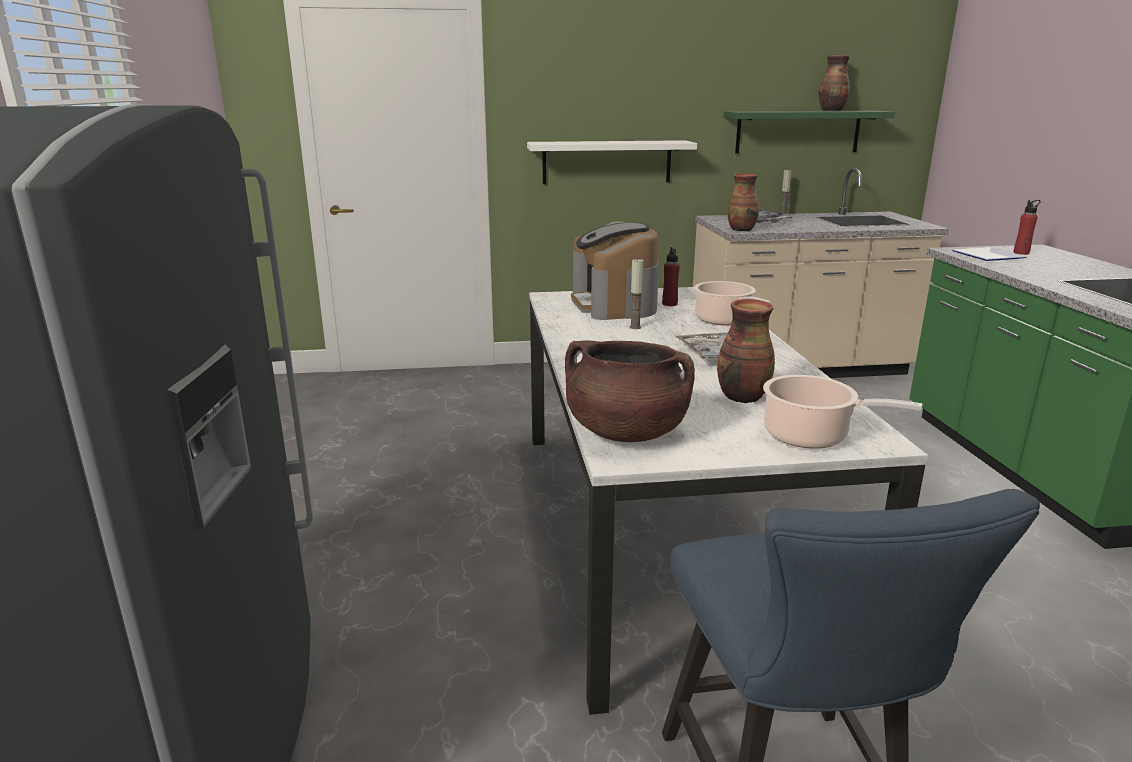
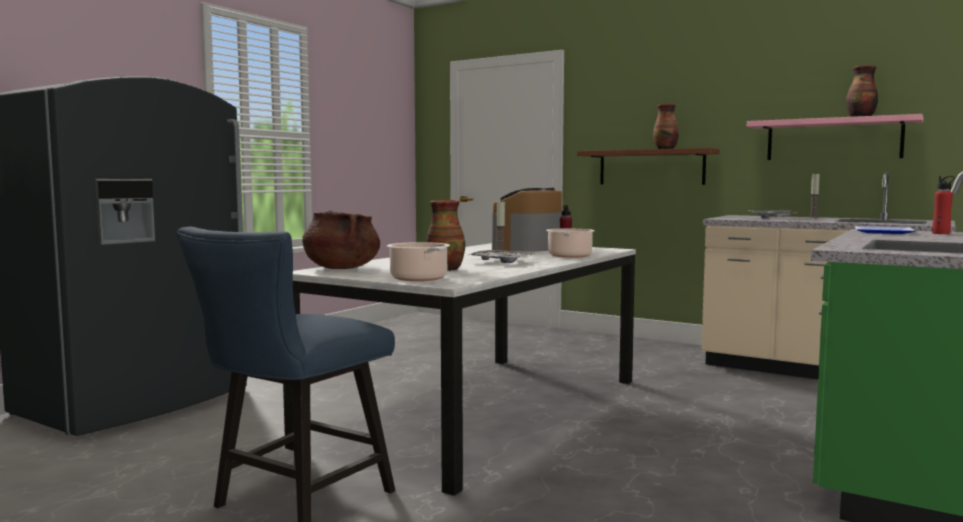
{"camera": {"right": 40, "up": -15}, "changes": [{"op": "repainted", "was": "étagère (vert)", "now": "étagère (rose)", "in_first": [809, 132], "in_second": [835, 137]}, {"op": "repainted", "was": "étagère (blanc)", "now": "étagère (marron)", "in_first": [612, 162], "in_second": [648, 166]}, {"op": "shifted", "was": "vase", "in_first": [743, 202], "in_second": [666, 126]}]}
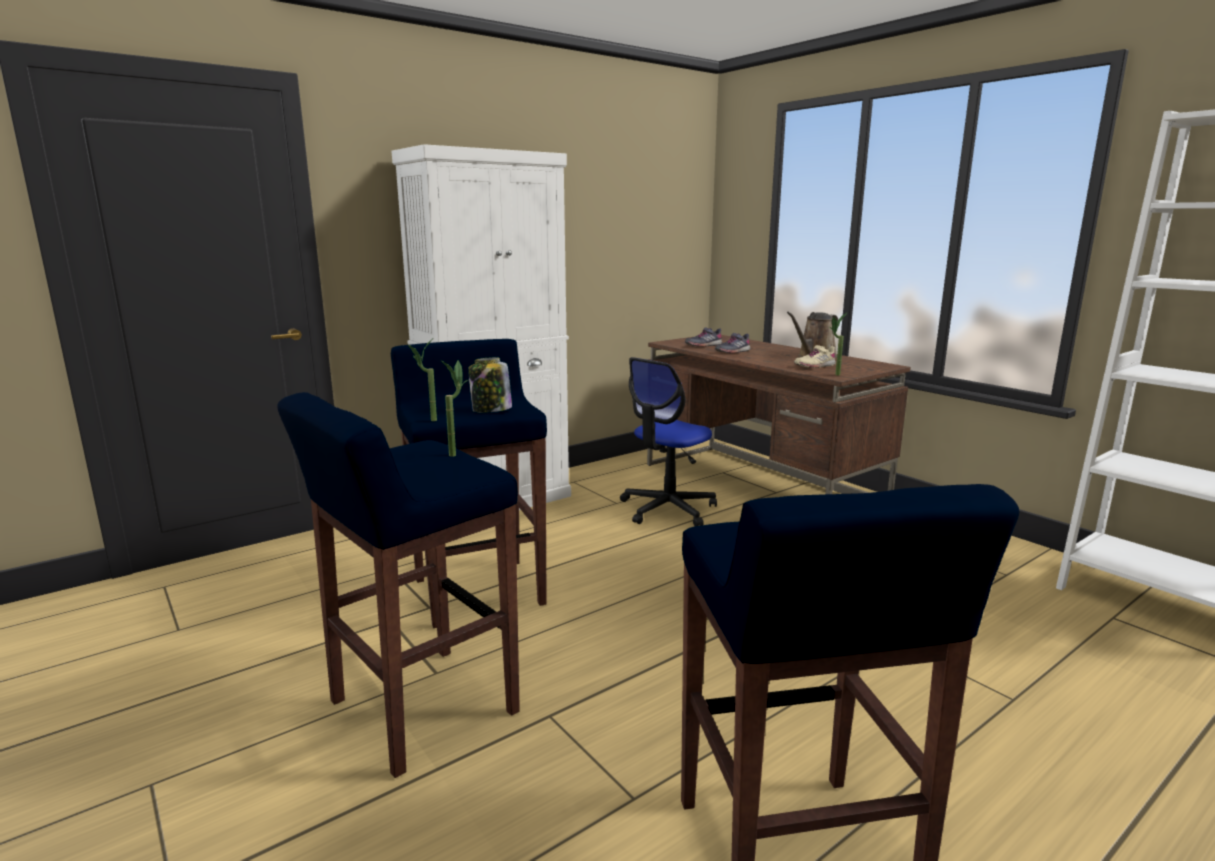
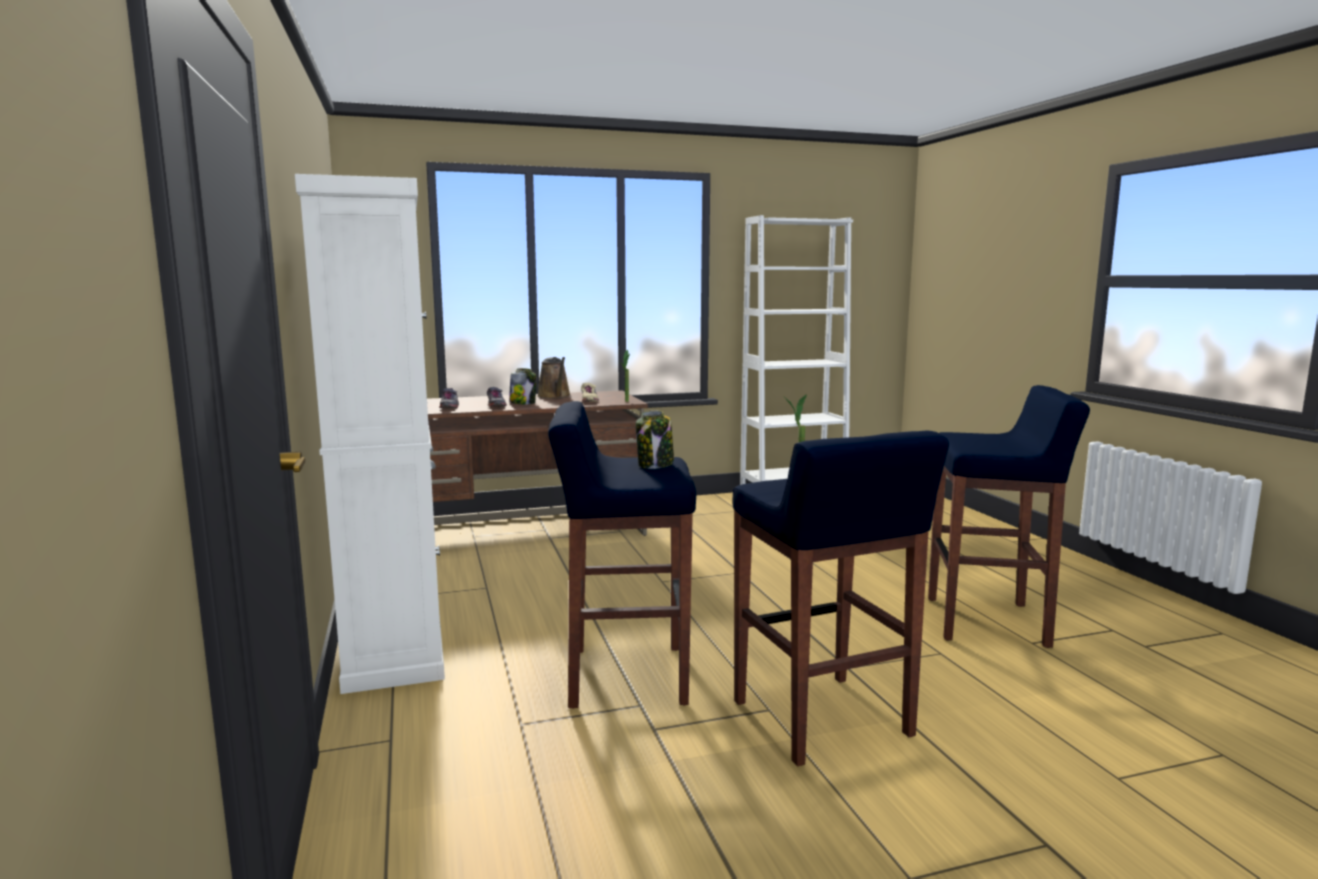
{"camera": {"right": -70, "up": -5}, "changes": [{"op": "gone", "was": "plante en pot", "in_first": [422, 380]}, {"op": "gone", "was": "chaise de bureau", "in_first": [668, 441]}, {"op": "new", "now": "bocal", "in_second": [522, 386]}]}
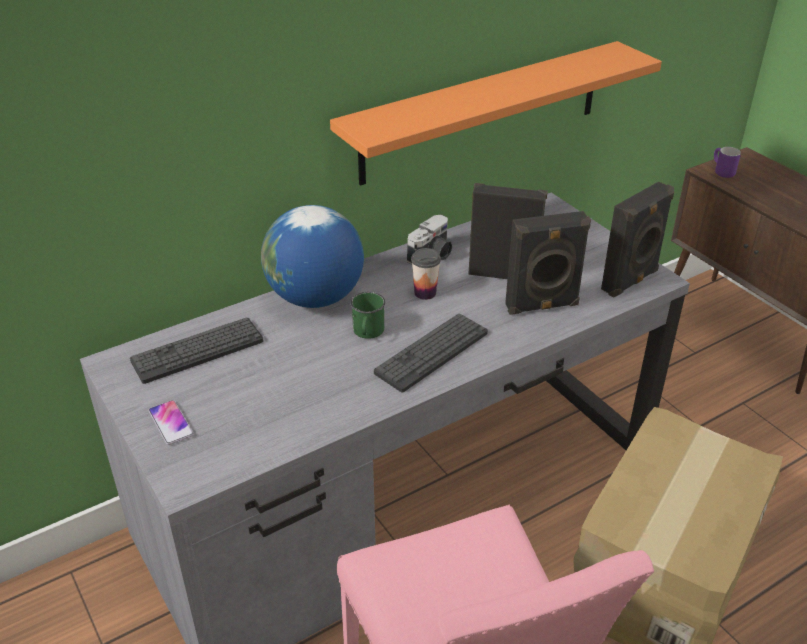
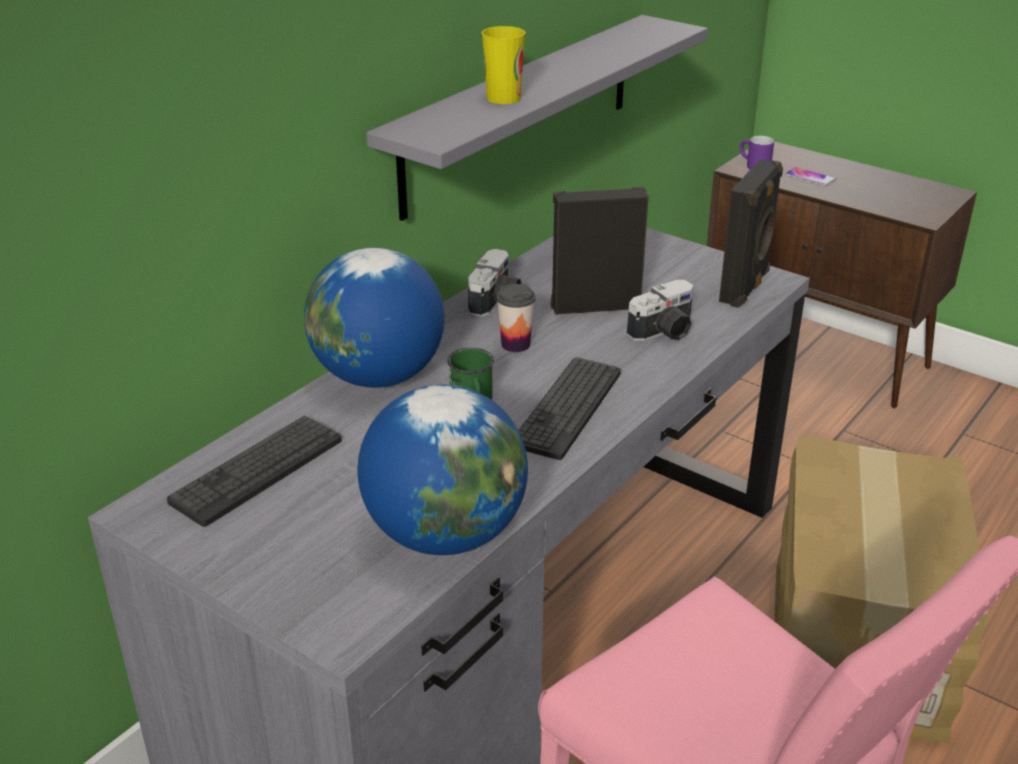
{"camera": {"right": -20, "up": -5}, "changes": [{"op": "repainted", "was": "étagère (orange)", "now": "étagère (gris)", "in_first": [496, 113], "in_second": [537, 118]}, {"op": "swapped", "was": "enceinte (noir)", "now": "appareil photo", "in_first": [548, 263], "in_second": [660, 310]}, {"op": "shifted", "was": "téléphone", "in_first": [171, 422], "in_second": [810, 176]}, {"op": "new", "now": "tasse", "in_second": [503, 65]}, {"op": "new", "now": "globe", "in_second": [442, 470]}]}
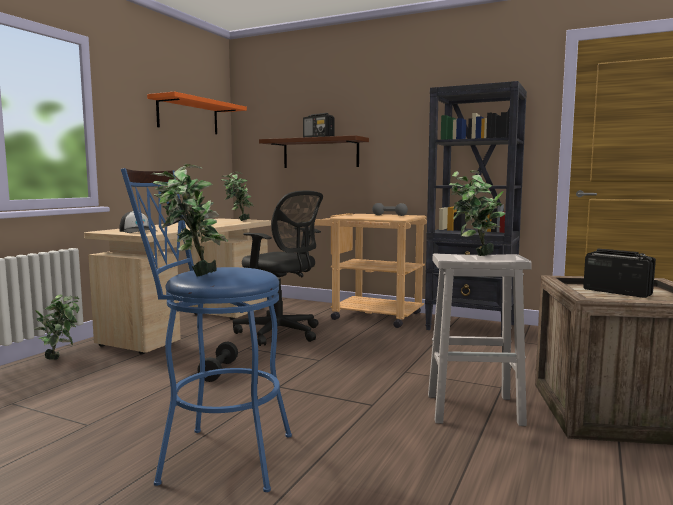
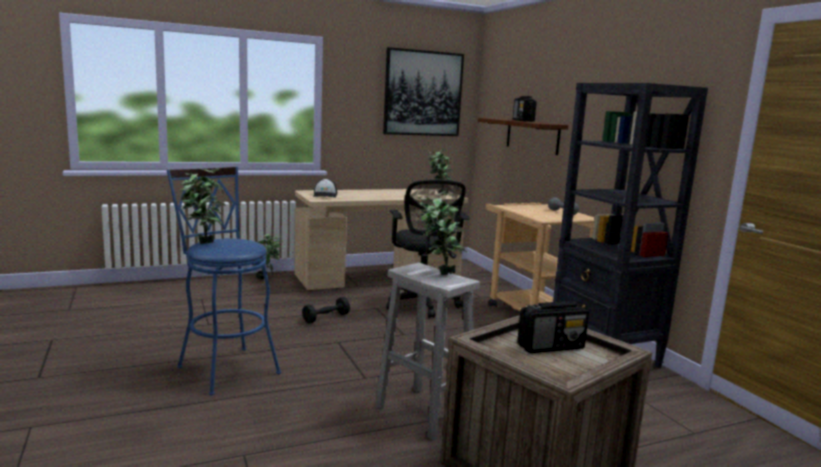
{"camera": {"right": 40, "up": 5}, "changes": [{"op": "swapped", "was": "étagère (orange)", "now": "tableau", "in_first": [197, 113], "in_second": [423, 91]}, {"op": "rotated", "was": "radio", "in_first": [619, 273], "in_second": [553, 327], "clockwise": 75}]}
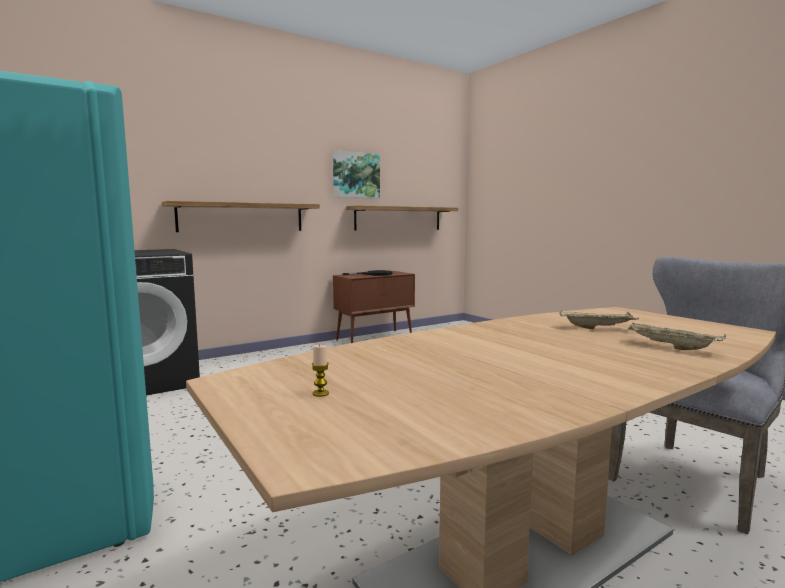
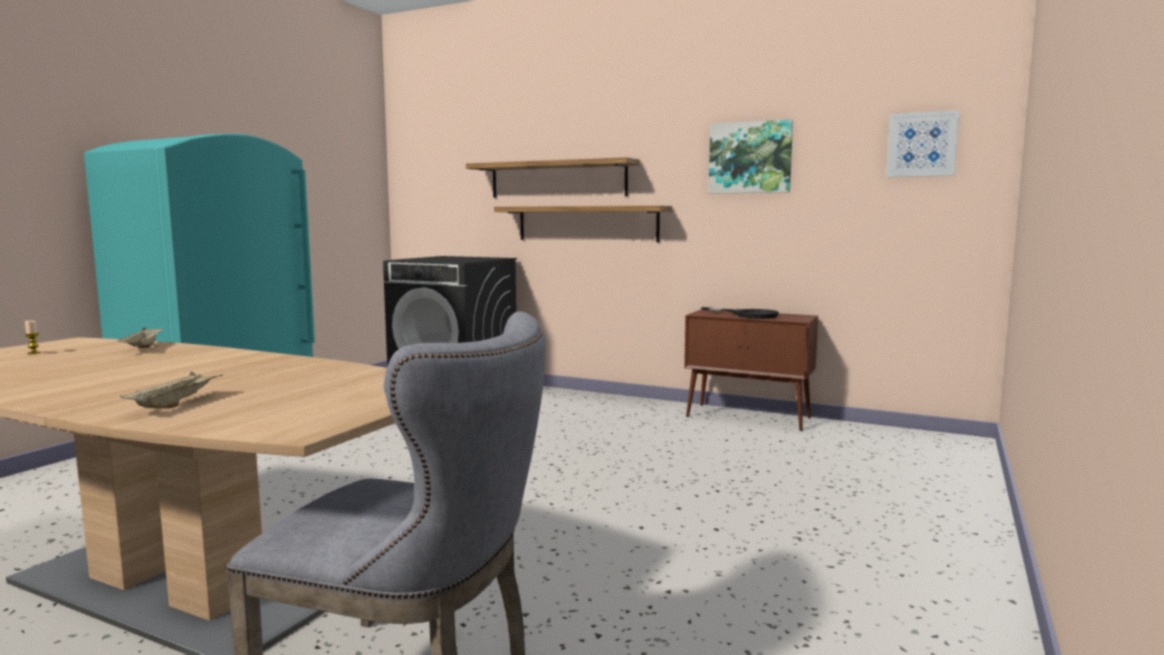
{"camera": {"right": 60, "up": 0}, "changes": [{"op": "shifted", "was": "étagère", "in_first": [402, 218], "in_second": [553, 177]}, {"op": "shifted", "was": "plateau (beige)", "in_first": [599, 320], "in_second": [140, 337]}, {"op": "new", "now": "tableau", "in_second": [923, 143]}]}
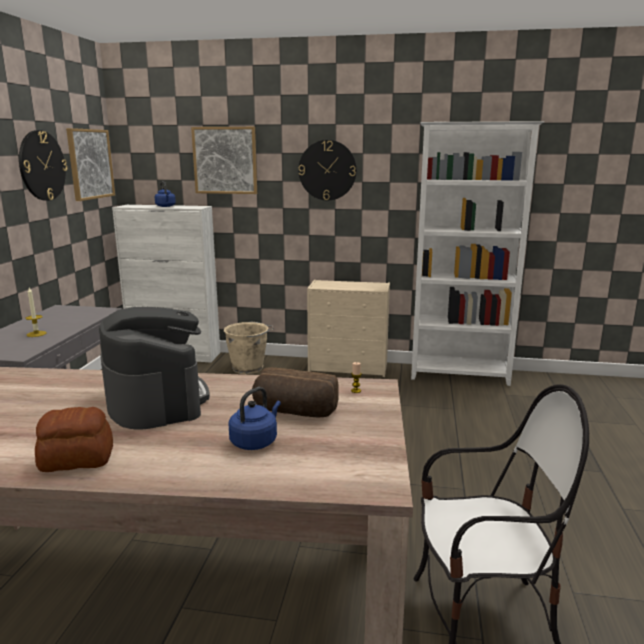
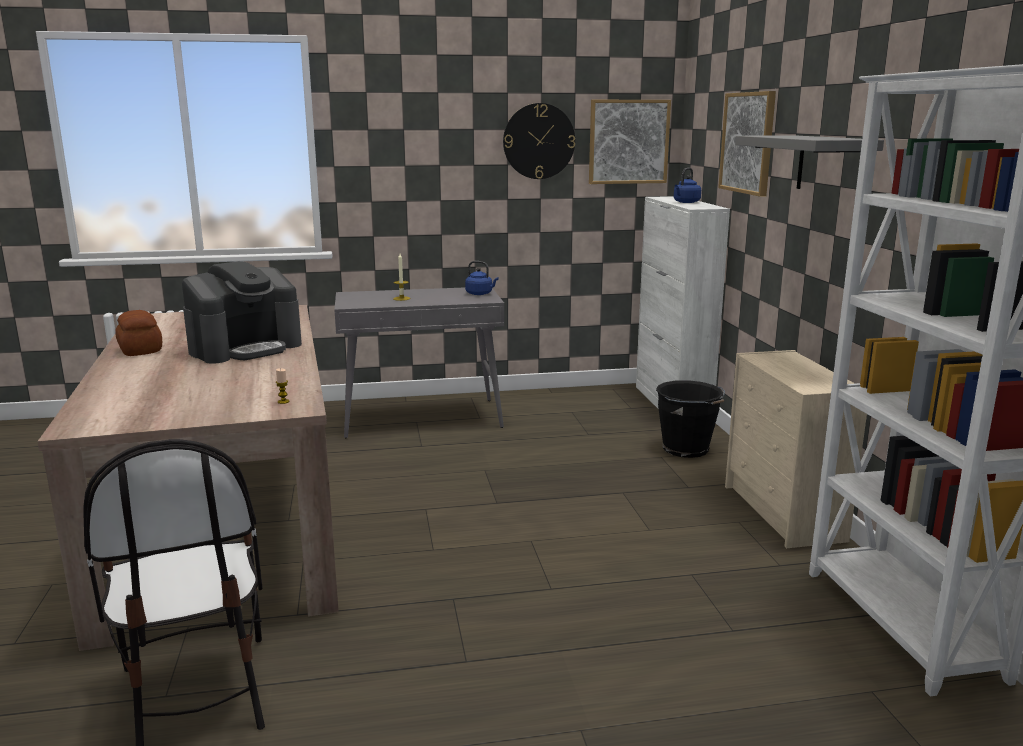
{"camera": {"right": 70, "up": 0}, "changes": [{"op": "swapped", "was": "horloge murale", "now": "étagère (gris)", "in_first": [328, 170], "in_second": [809, 162]}, {"op": "repainted", "was": "seau (beige)", "now": "seau (noir)", "in_first": [249, 347], "in_second": [690, 419]}, {"op": "gone", "was": "pain", "in_first": [295, 392]}, {"op": "shifted", "was": "bouilloire (bleu)", "in_first": [254, 418], "in_second": [482, 278]}]}
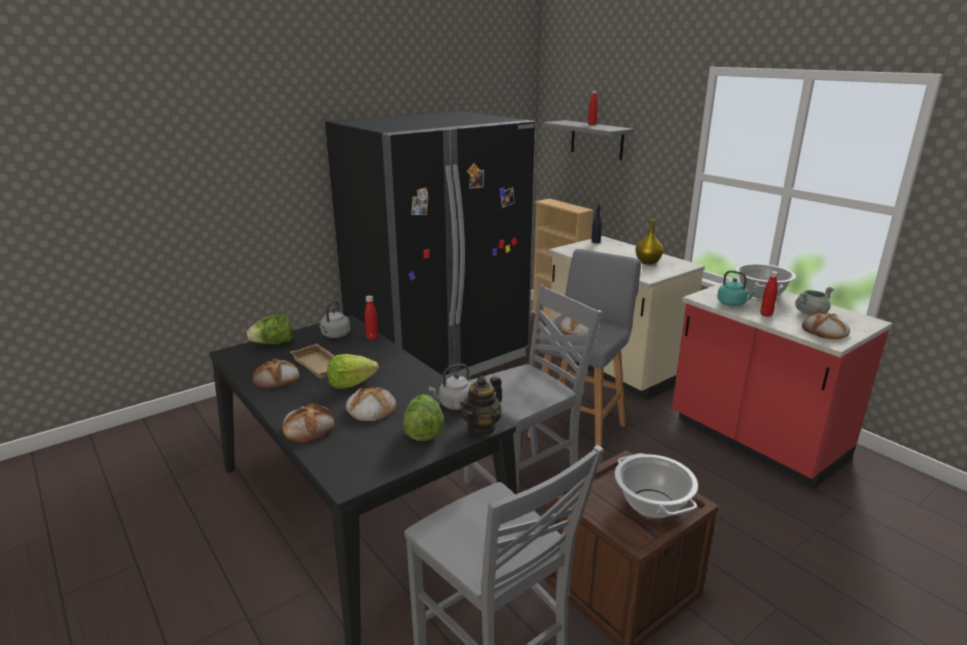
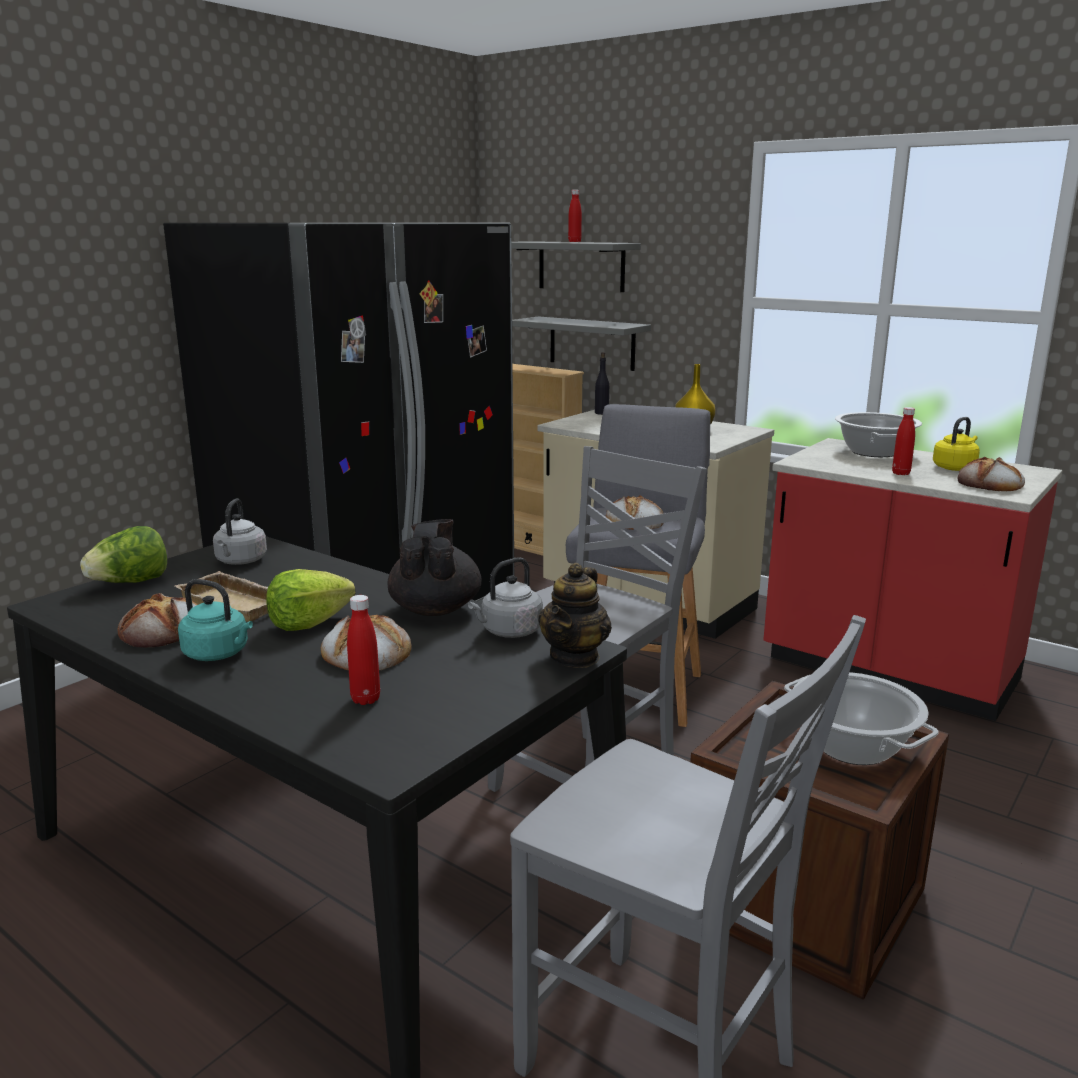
{"camera": {"right": -15, "up": -5}, "changes": [{"op": "shifted", "was": "bouilloire (turquoise)", "in_first": [737, 288], "in_second": [215, 620]}, {"op": "swapped", "was": "marmite (gris)", "now": "bouilloire (jaune)", "in_first": [814, 301], "in_second": [956, 444]}, {"op": "shifted", "was": "bouteille (rouge)", "in_first": [371, 318], "in_second": [363, 650]}, {"op": "gone", "was": "laitue", "in_first": [423, 418]}, {"op": "gone", "was": "pain", "in_first": [308, 422]}, {"op": "new", "now": "étagère (gris)", "in_second": [581, 344]}, {"op": "new", "now": "théière (noir)", "in_second": [434, 567]}]}
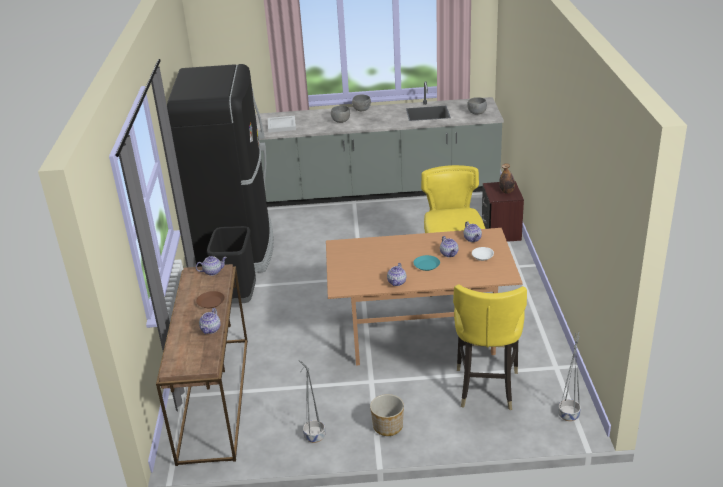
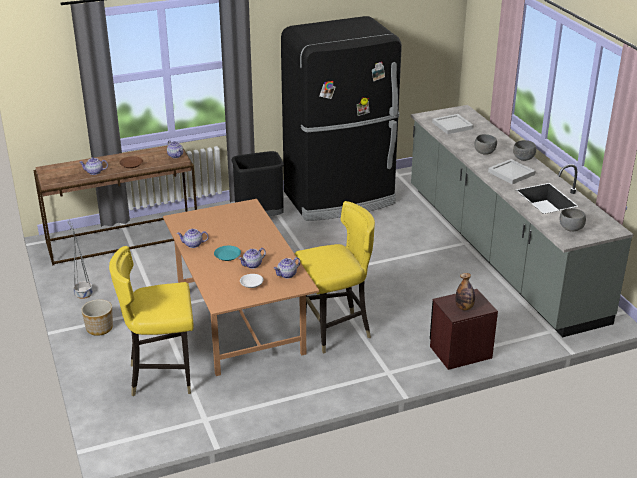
{"camera": {"right": 70, "up": 0}, "changes": [{"op": "gone", "was": "cache-pot (gris)", "in_first": [569, 376]}, {"op": "new", "now": "plateau (blanc)", "in_second": [511, 171]}]}
